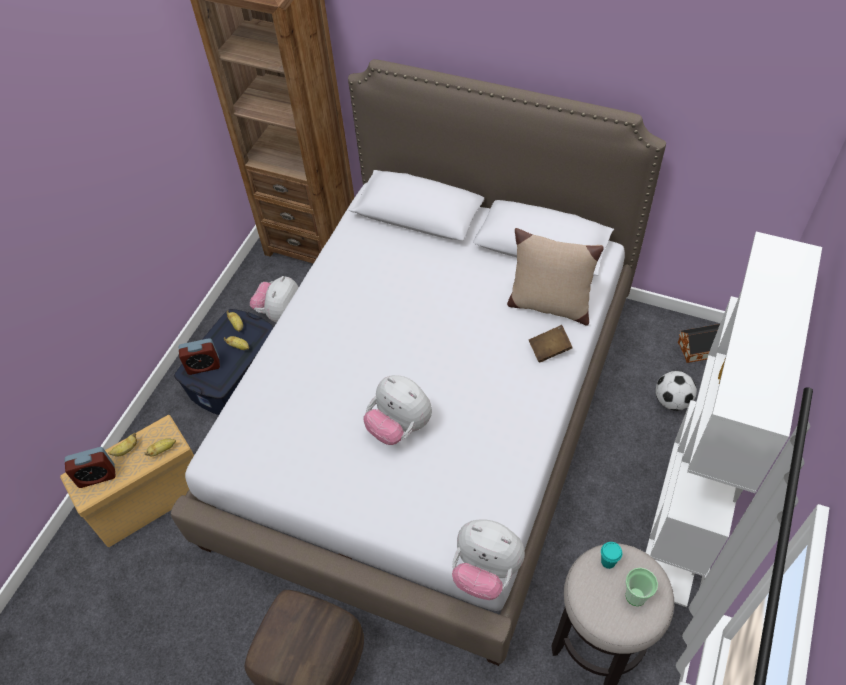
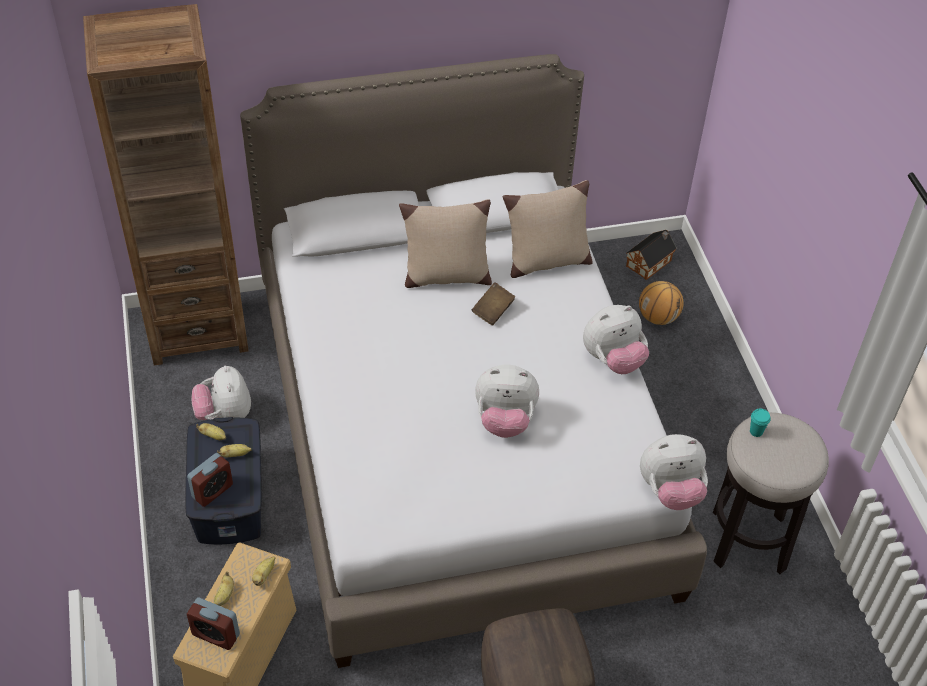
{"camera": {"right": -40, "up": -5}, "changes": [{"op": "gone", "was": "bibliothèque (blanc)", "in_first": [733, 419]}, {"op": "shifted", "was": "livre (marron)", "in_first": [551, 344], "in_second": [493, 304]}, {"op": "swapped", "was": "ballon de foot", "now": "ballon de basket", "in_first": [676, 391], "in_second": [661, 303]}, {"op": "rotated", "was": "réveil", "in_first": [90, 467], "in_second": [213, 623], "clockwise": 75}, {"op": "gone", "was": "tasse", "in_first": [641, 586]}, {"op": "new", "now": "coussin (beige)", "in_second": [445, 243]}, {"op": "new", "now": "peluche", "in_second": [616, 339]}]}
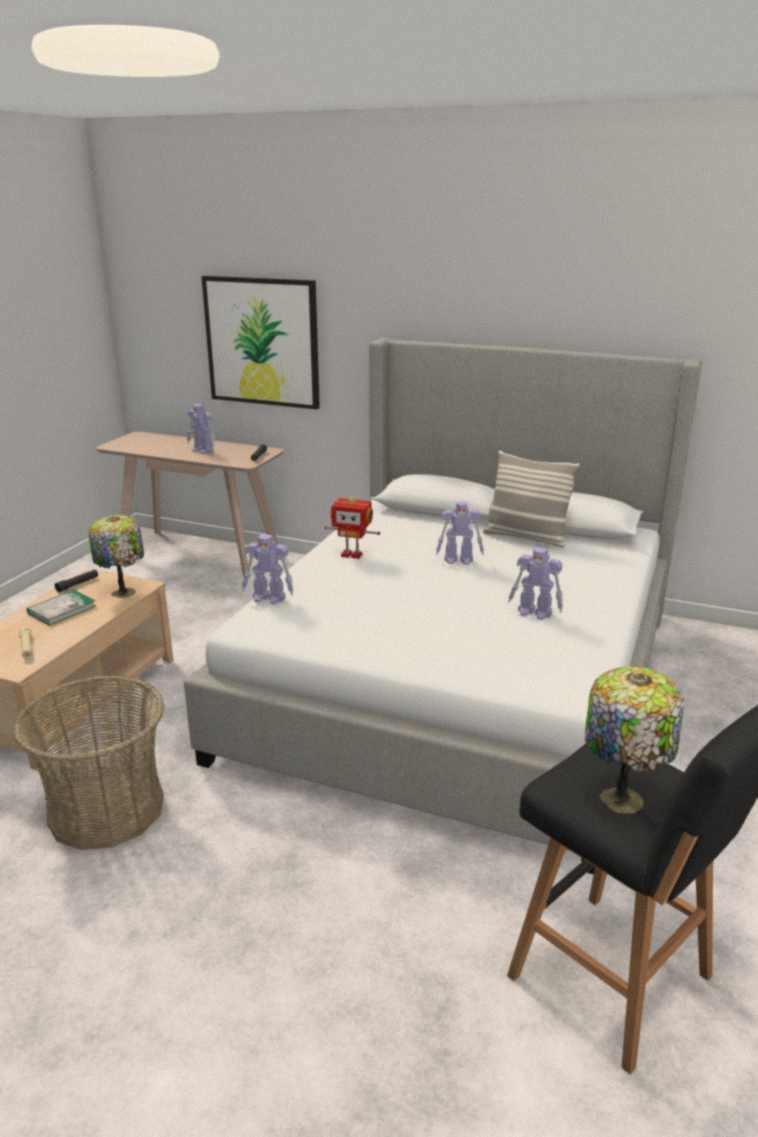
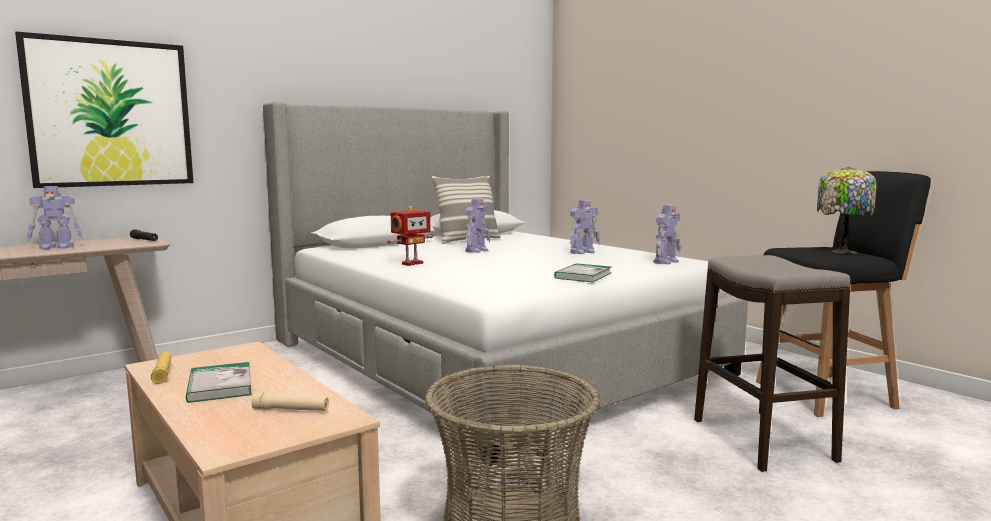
{"camera": {"right": -60, "up": -15}, "changes": [{"op": "gone", "was": "lampe de table", "in_first": [116, 556]}, {"op": "shifted", "was": "robot jouet", "in_first": [268, 569], "in_second": [667, 234]}, {"op": "repainted", "was": "lampe de poche (noir)", "now": "lampe de poche (jaune)", "in_first": [76, 580], "in_second": [161, 368]}, {"op": "new", "now": "tabouret", "in_second": [772, 363]}, {"op": "new", "now": "livre", "in_second": [582, 272]}]}
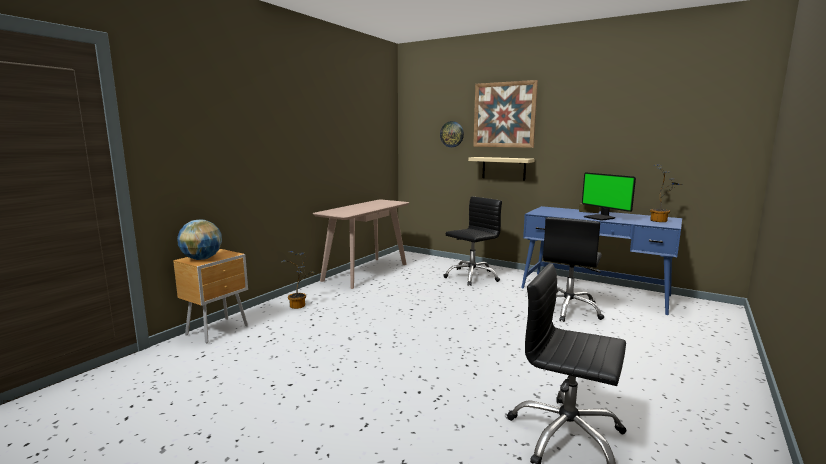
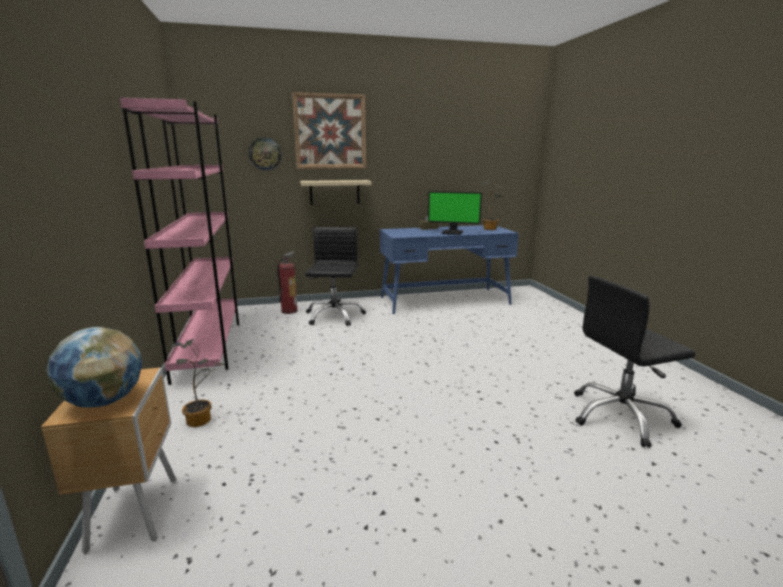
{"camera": {"right": -45, "up": 5}, "changes": [{"op": "swapped", "was": "table console (beige)", "now": "bibliothèque (rose)", "in_first": [361, 244], "in_second": [179, 241]}, {"op": "gone", "was": "chaise de bureau (noir)", "in_first": [573, 269]}, {"op": "new", "now": "extincteur", "in_second": [287, 282]}]}
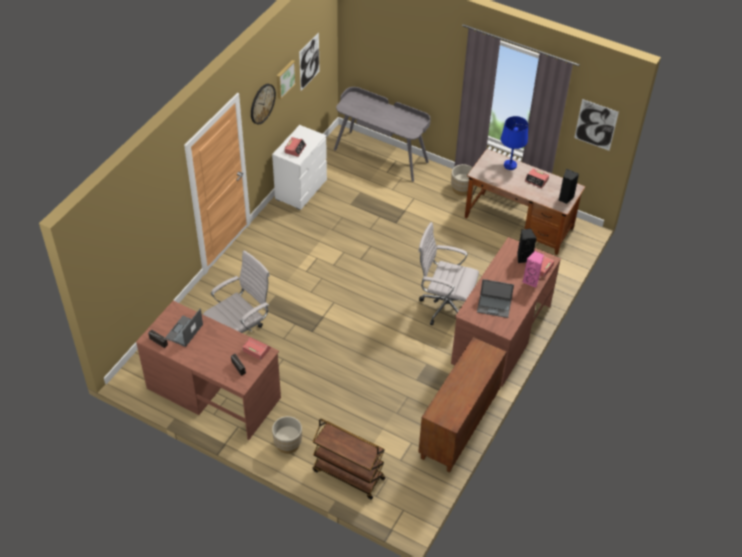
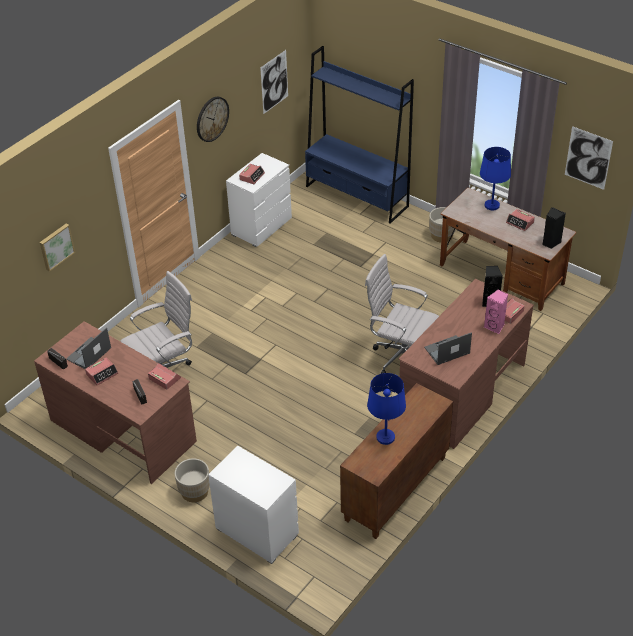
{"camera": {"right": 10, "up": -5}, "changes": [{"op": "shifted", "was": "tableau", "in_first": [286, 79], "in_second": [57, 248]}, {"op": "swapped", "was": "bureau (gris)", "now": "bibliothèque (bleu)", "in_first": [382, 134], "in_second": [359, 135]}, {"op": "rotated", "was": "ordinateur portable", "in_first": [495, 298], "in_second": [448, 348], "clockwise": 135}, {"op": "swapped", "was": "chariot (marron)", "now": "commode (blanc)", "in_first": [349, 459], "in_second": [253, 505]}, {"op": "new", "now": "réveil", "in_second": [101, 371]}, {"op": "new", "now": "lampe de table (bleu)", "in_second": [386, 409]}]}
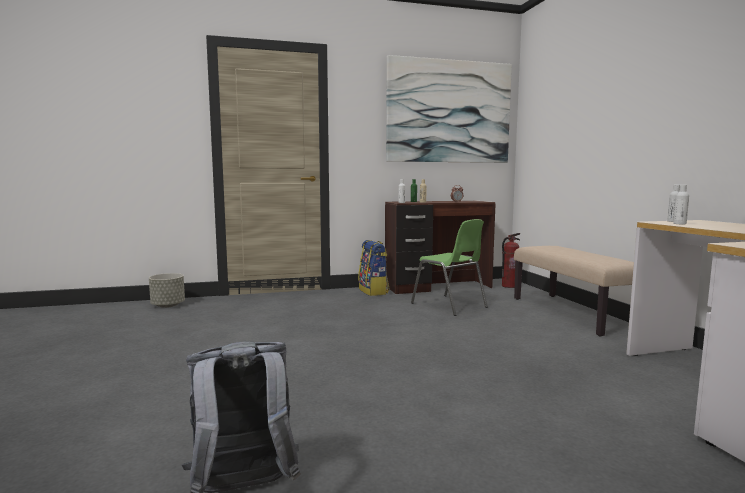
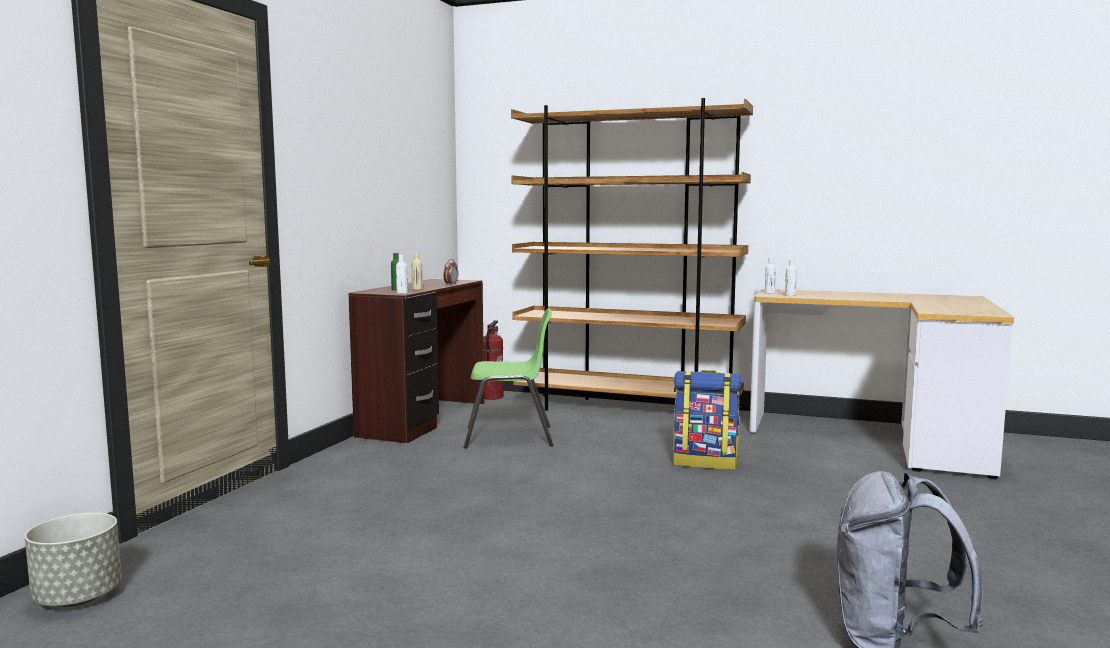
{"camera": {"right": -55, "up": 0}, "changes": [{"op": "gone", "was": "tableau", "in_first": [449, 109]}, {"op": "shifted", "was": "sac à dos", "in_first": [373, 268], "in_second": [707, 420]}, {"op": "swapped", "was": "banc (beige)", "now": "bibliothèque (marron)", "in_first": [574, 291], "in_second": [632, 254]}]}
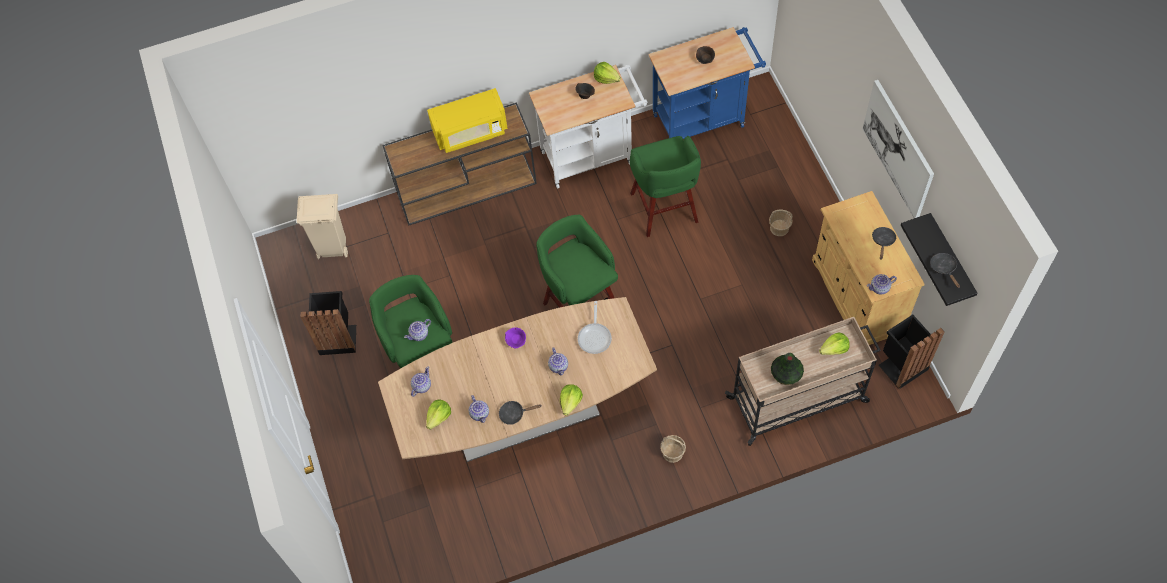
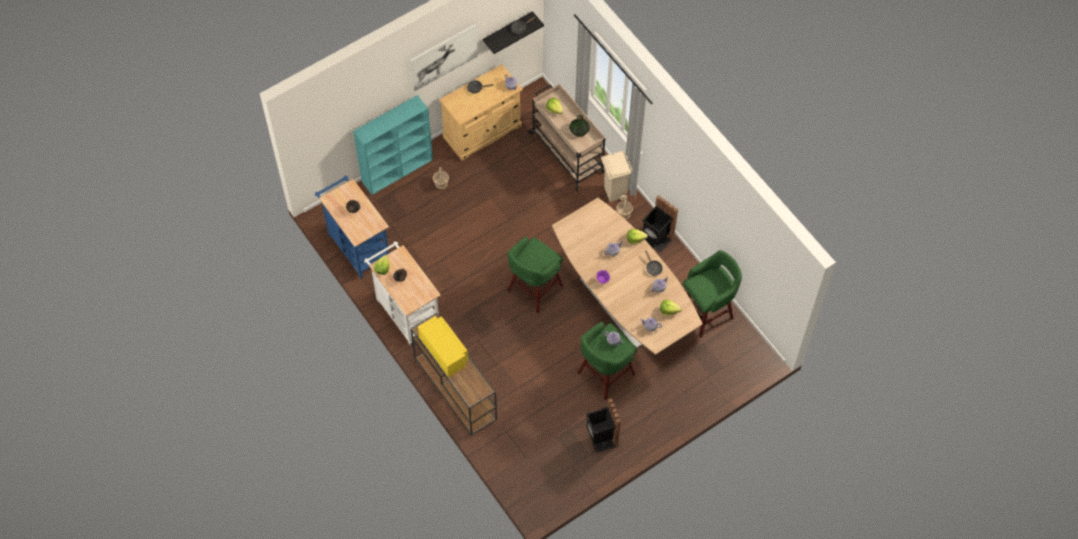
{"camera": {"right": -110, "up": 0}, "changes": [{"op": "shifted", "was": "tabouret (vert)", "in_first": [665, 186], "in_second": [712, 294]}, {"op": "shifted", "was": "poubelle (beige)", "in_first": [322, 226], "in_second": [617, 176]}, {"op": "gone", "was": "poêle", "in_first": [595, 327]}, {"op": "shifted", "was": "poubelle (noir)", "in_first": [912, 352], "in_second": [660, 223]}, {"op": "new", "now": "bibliothèque (turquoise)", "in_second": [393, 145]}]}
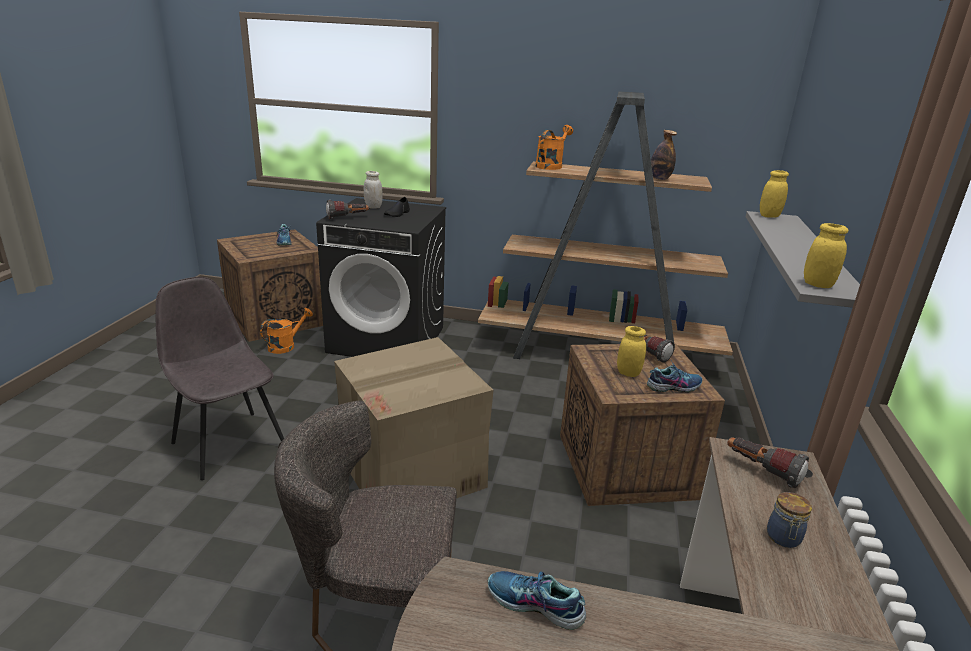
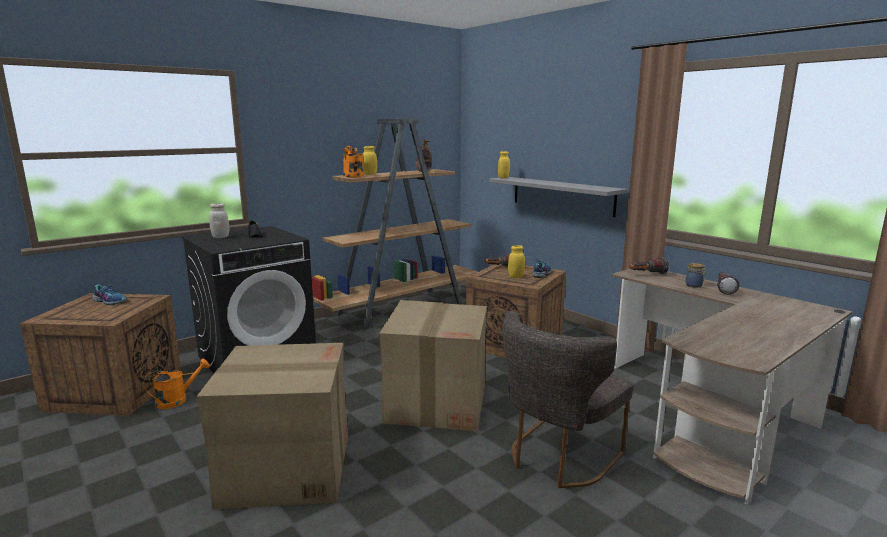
{"camera": {"right": -50, "up": -10}, "changes": [{"op": "shifted", "was": "lampe de poche", "in_first": [347, 209], "in_second": [728, 283]}, {"op": "shifted", "was": "bocal (jaune)", "in_first": [826, 255], "in_second": [370, 160]}, {"op": "swapped", "was": "chaise (gris)", "now": "carton", "in_first": [220, 378], "in_second": [272, 426]}, {"op": "rotated", "was": "arrosoir (orange)", "in_first": [286, 331], "in_second": [176, 384], "clockwise": 60}, {"op": "gone", "was": "chaussure", "in_first": [537, 600]}]}
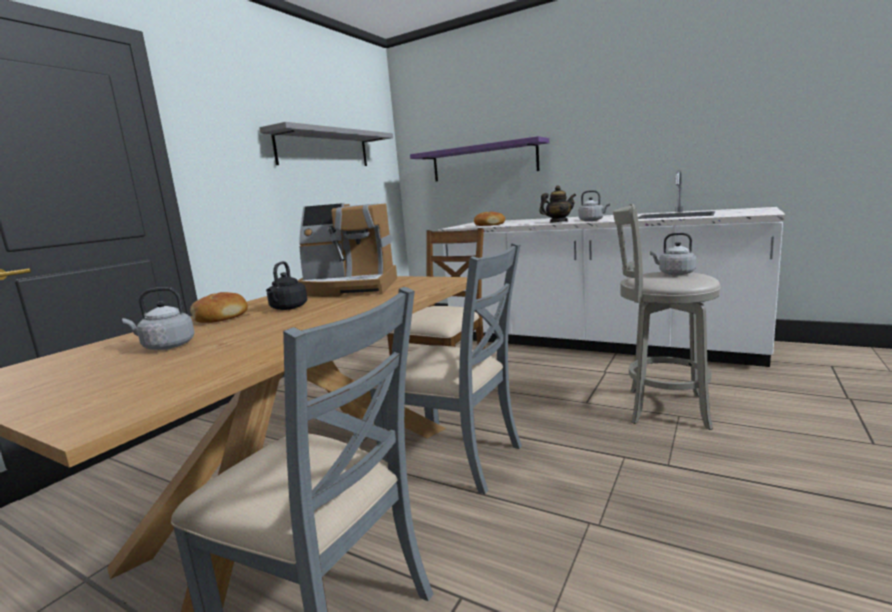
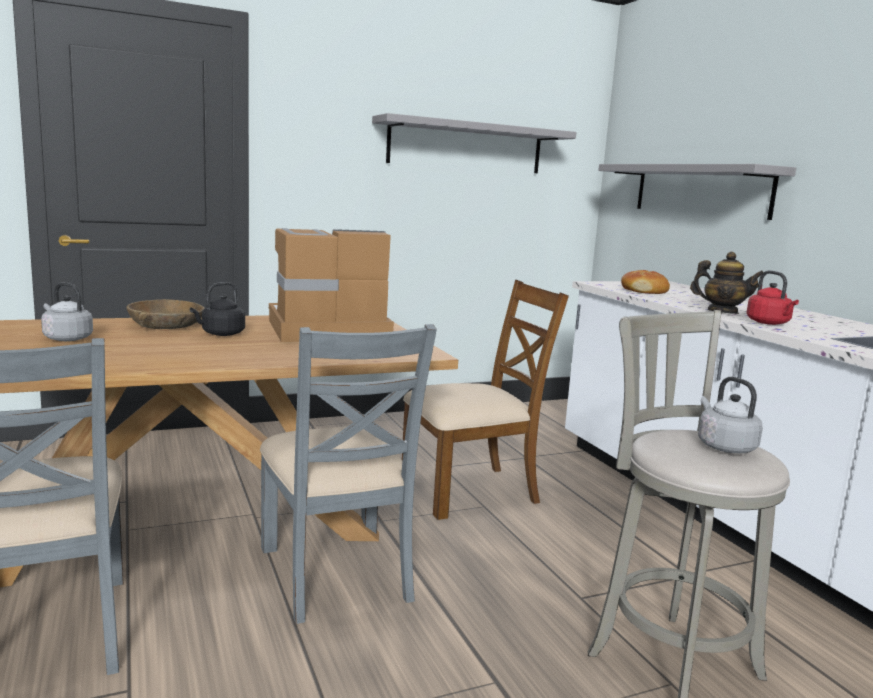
{"camera": {"right": 35, "up": 0}, "changes": [{"op": "repainted", "was": "étagère (violet)", "now": "étagère (gris)", "in_first": [479, 159], "in_second": [697, 192]}, {"op": "repainted", "was": "bouilloire (gris)", "now": "bouilloire (rouge)", "in_first": [594, 205], "in_second": [773, 298]}, {"op": "rotated", "was": "machine à café", "in_first": [347, 250], "in_second": [331, 285], "clockwise": 120}, {"op": "swapped", "was": "pain", "now": "bol (marron)", "in_first": [219, 307], "in_second": [165, 314]}]}
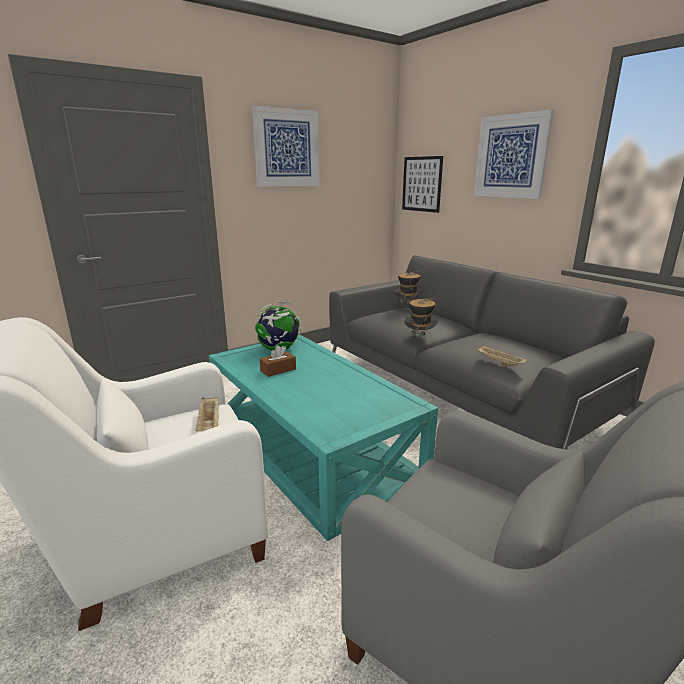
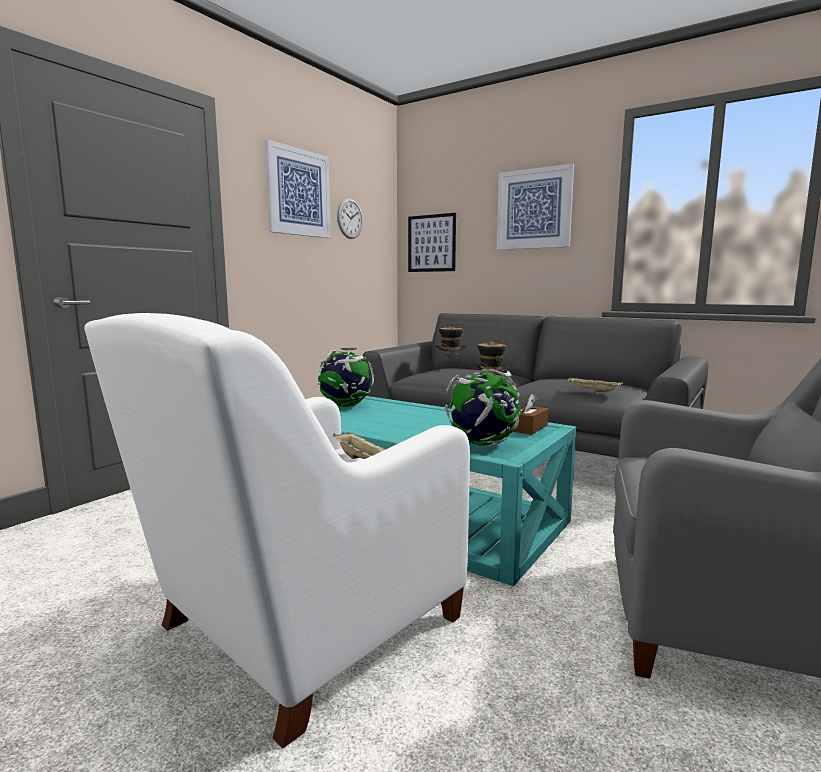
{"camera": {"right": -20, "up": -10}, "changes": [{"op": "shifted", "was": "boîte à mouchoirs (marron)", "in_first": [278, 361], "in_second": [530, 414]}, {"op": "new", "now": "horloge murale", "in_second": [350, 218]}, {"op": "new", "now": "globe", "in_second": [483, 407]}]}
